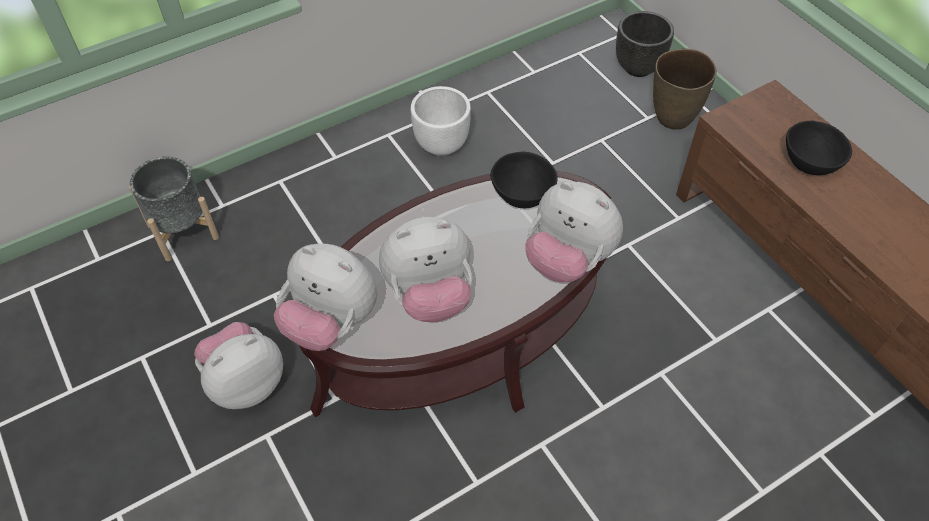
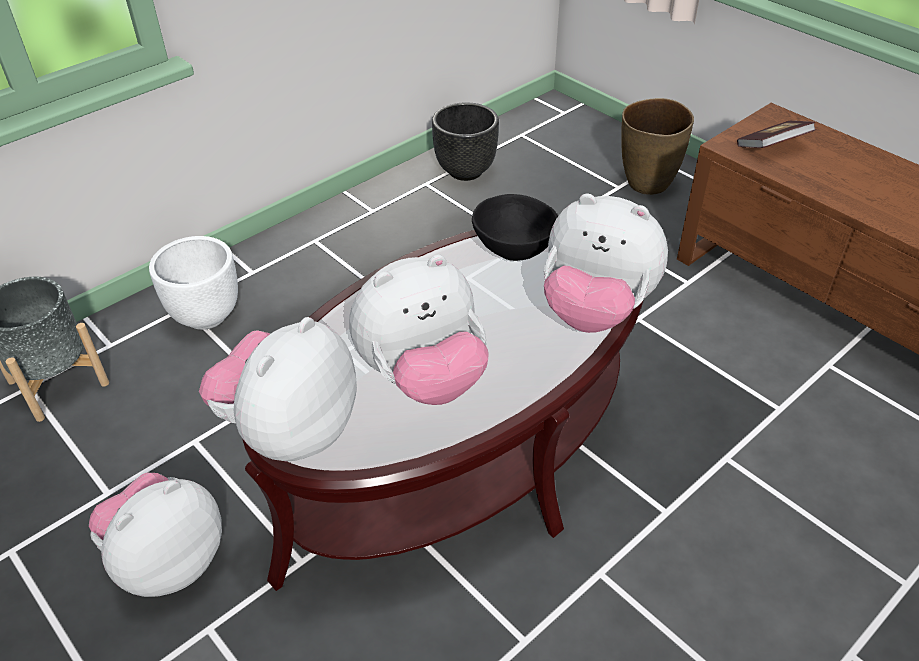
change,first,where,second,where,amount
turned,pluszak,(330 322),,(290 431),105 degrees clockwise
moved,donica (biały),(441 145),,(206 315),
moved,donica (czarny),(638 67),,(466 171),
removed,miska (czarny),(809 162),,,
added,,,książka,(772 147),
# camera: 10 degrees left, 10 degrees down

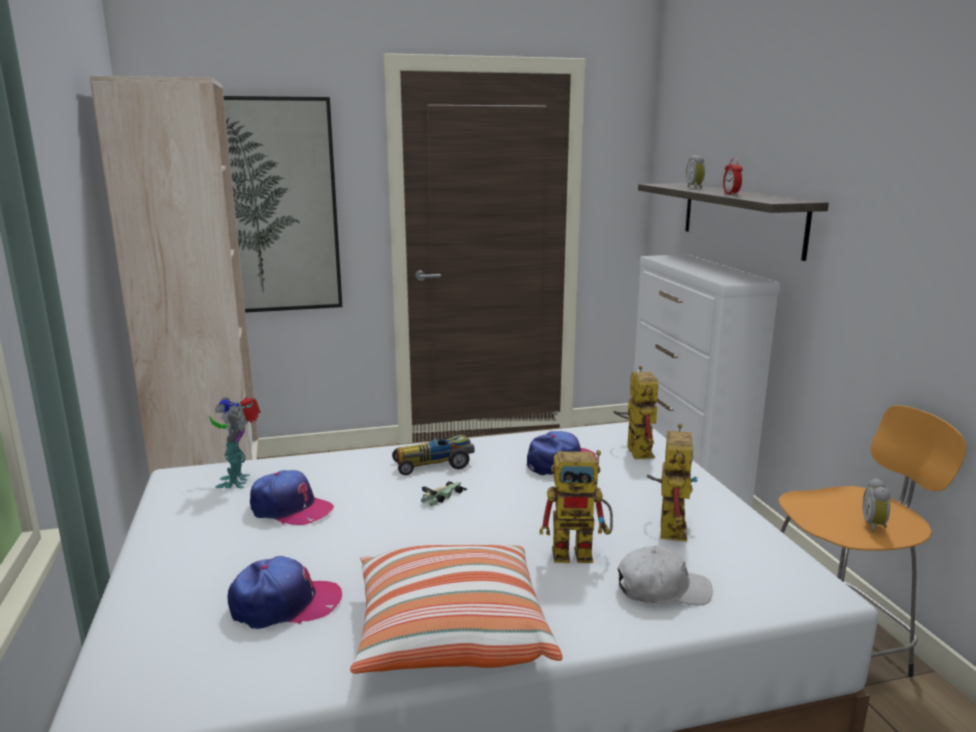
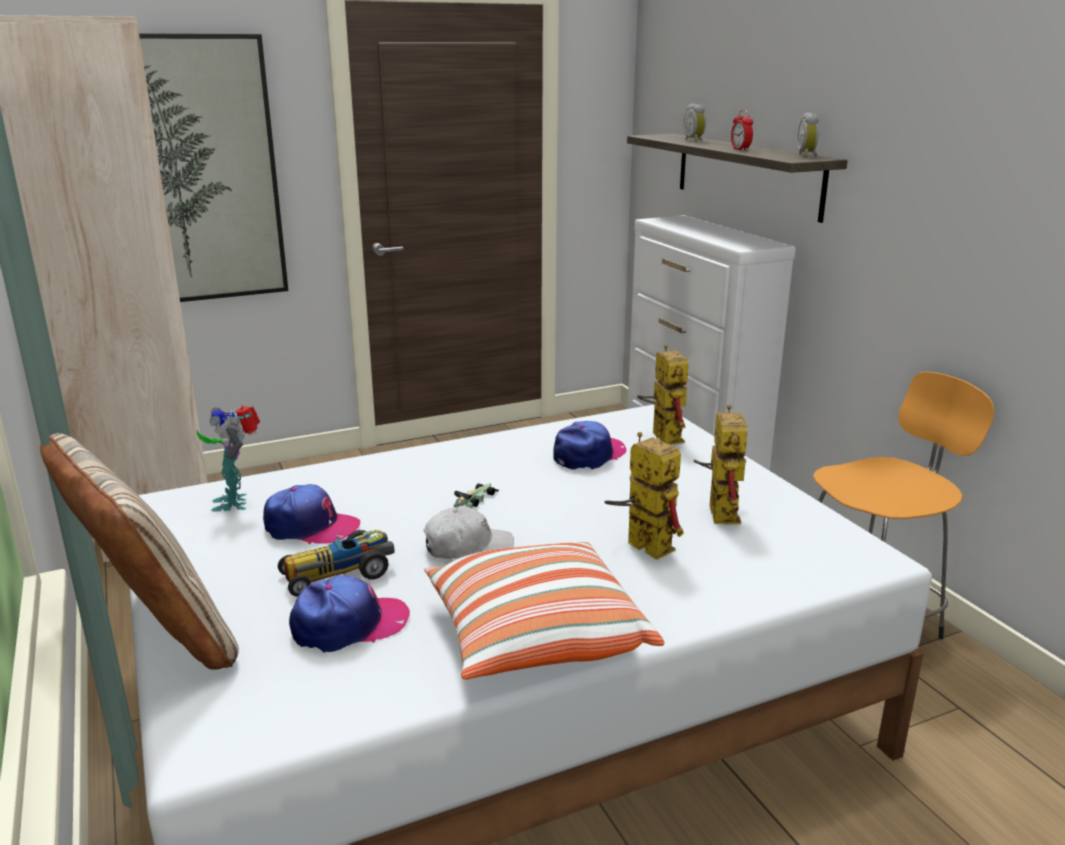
change,first,where,second,where,amount
moved,samochodzik,(435 464),,(340 573),
turned,robot zabawkowy,(581 552),,(640 544),120 degrees counterclockwise
moved,czapka z daszkiem (biały),(662 590),,(468 547),
moved,budzik,(875 526),,(807 155),
added,,,poduszka (beżowy),(156 637),
# camera: 10 degrees left, 5 degrees up

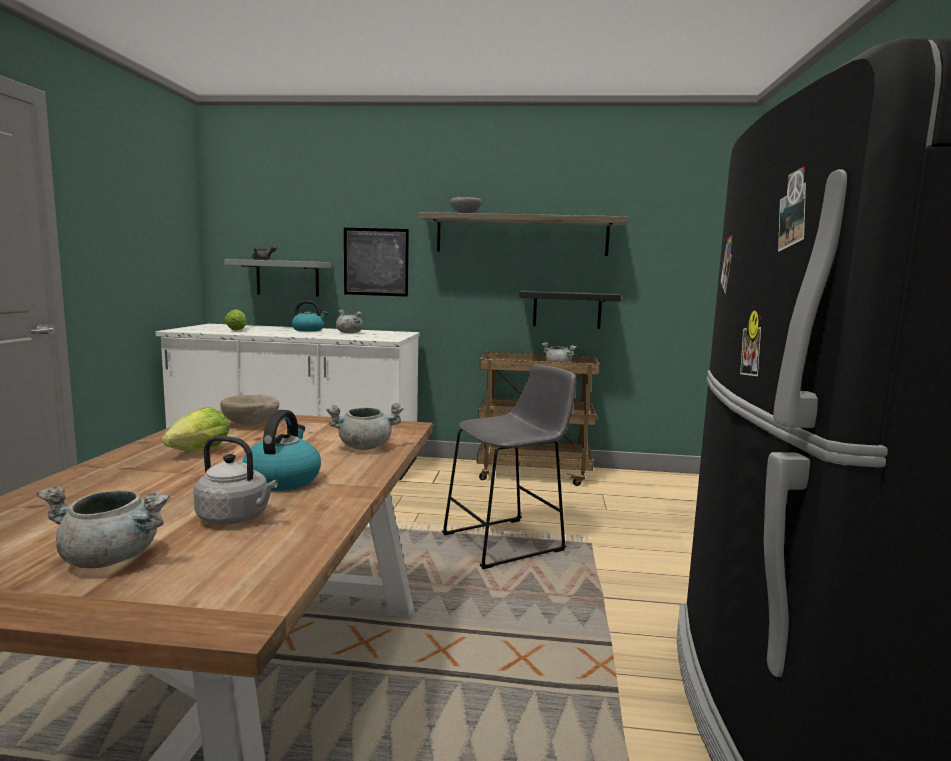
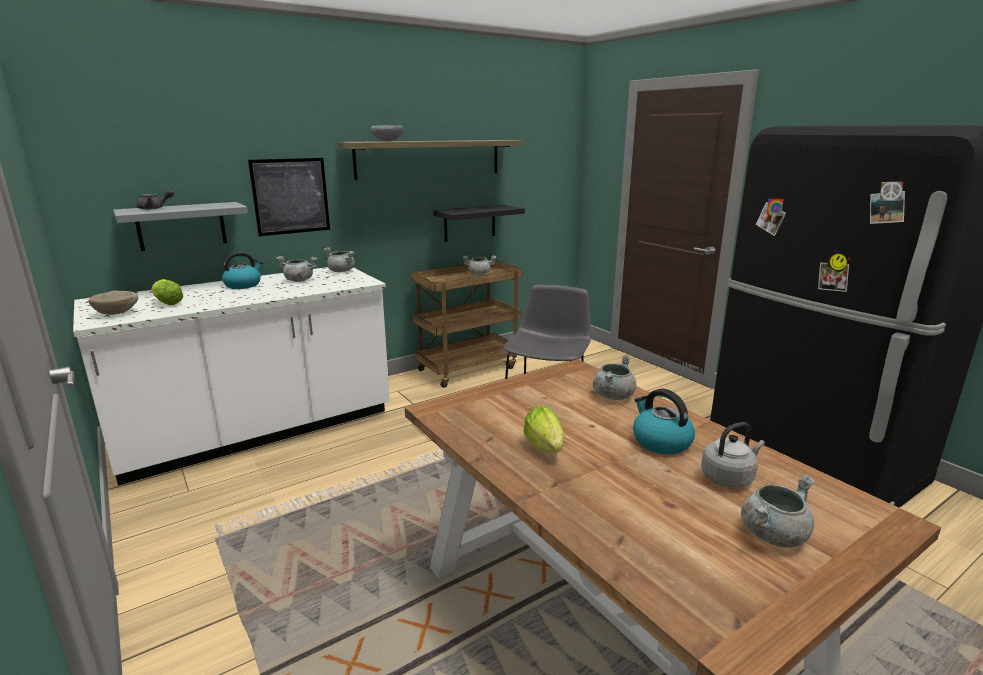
change,first,where,second,where,amount
moved,miska (beżowy),(252 424),,(118 313),
added,,,garnek (szary),(342 271),
# camera: 40 degrees left, 10 degrees up

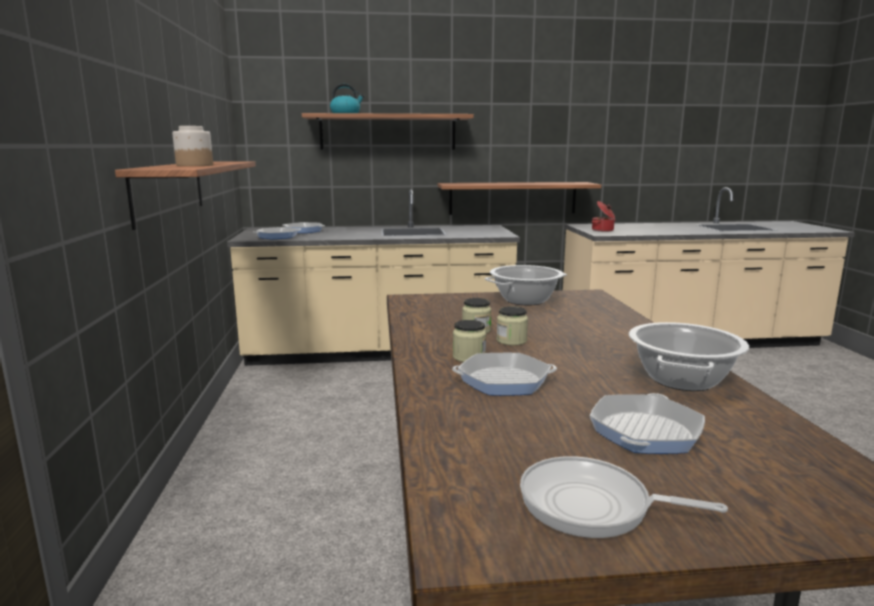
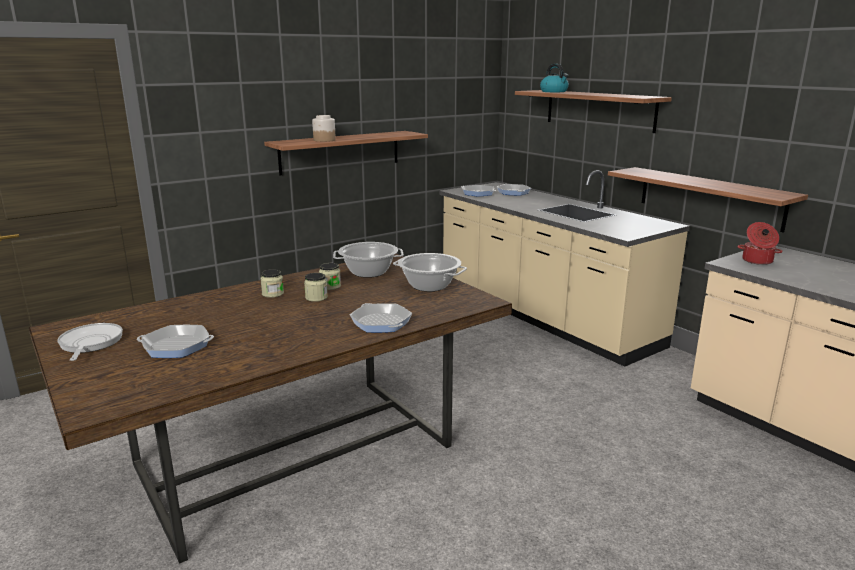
change,first,where,second,where,amount
moved,patelnia,(504 381),,(381 323),
moved,garnek,(681 379),,(369 272),
# camera: 60 degrees right, 5 degrees up

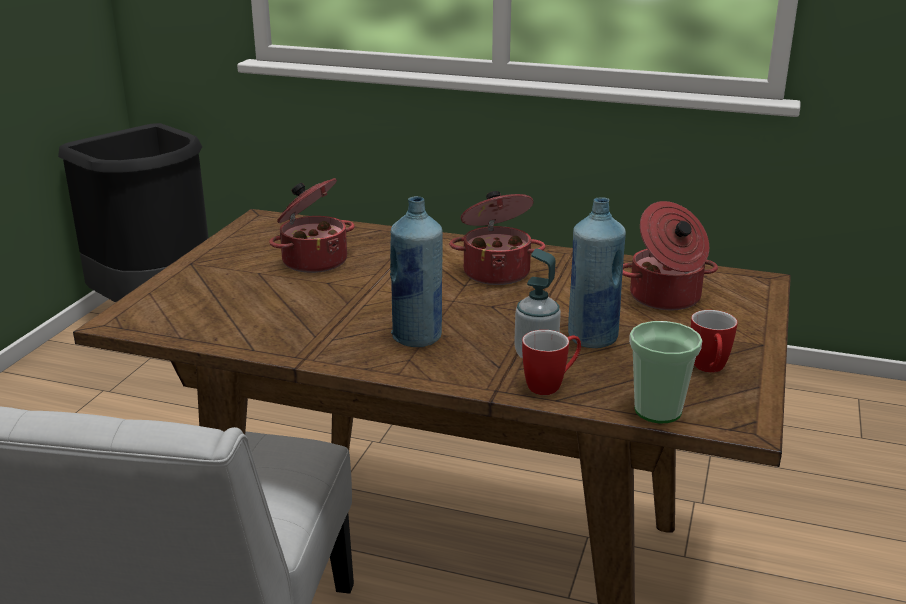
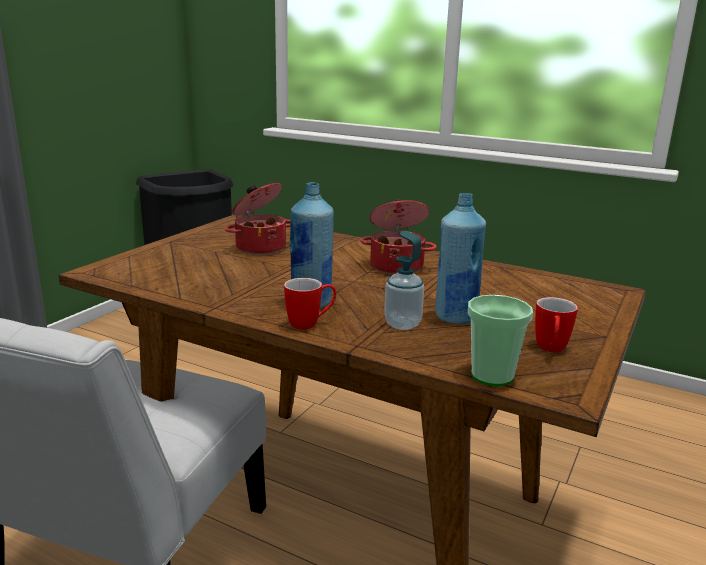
change,first,where,second,where,amount
moved,kubek,(551 385),,(310 324),
removed,garnek,(665 298),,,
# camera: 10 degrees right, 5 degrees down

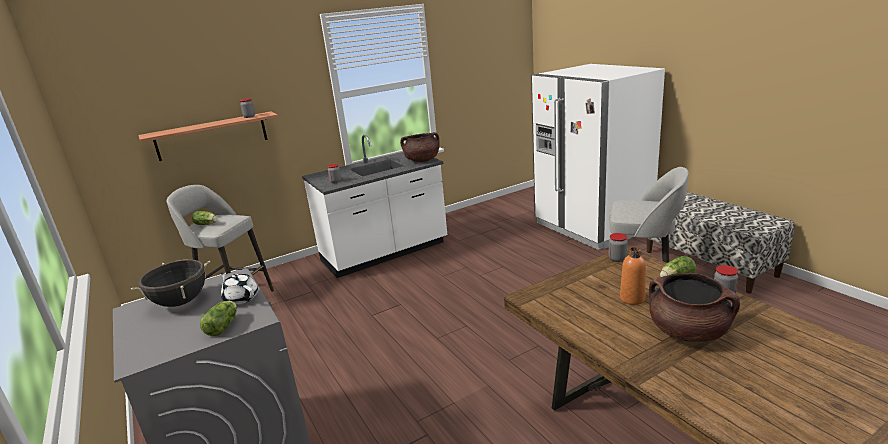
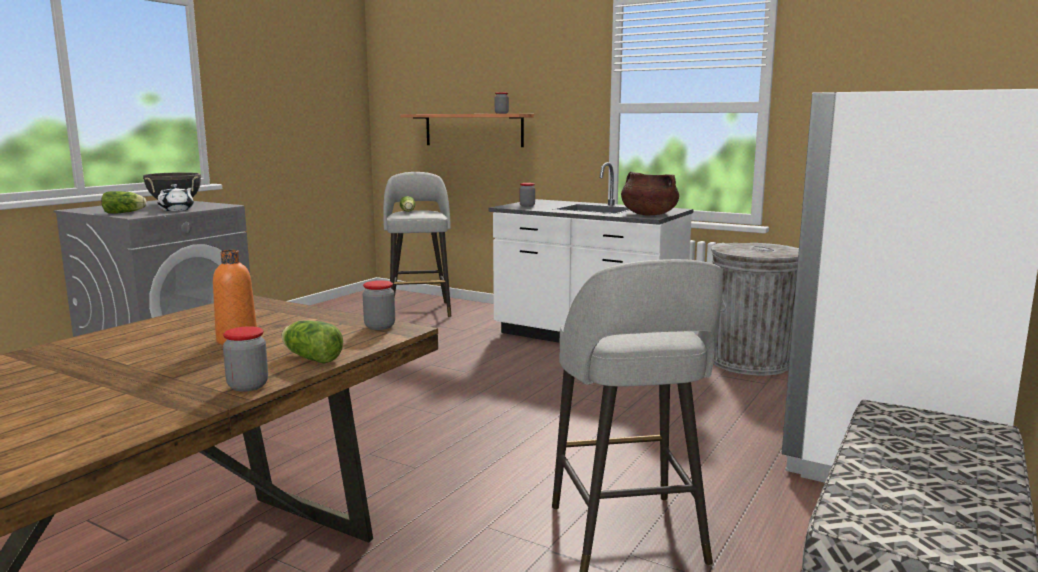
change,first,where,second,where,amount
removed,garnek (brązowy),(688 332),,,
added,,,kosz na śmieci (szary),(750 363),
# camera: 60 degrees right, 10 degrees down

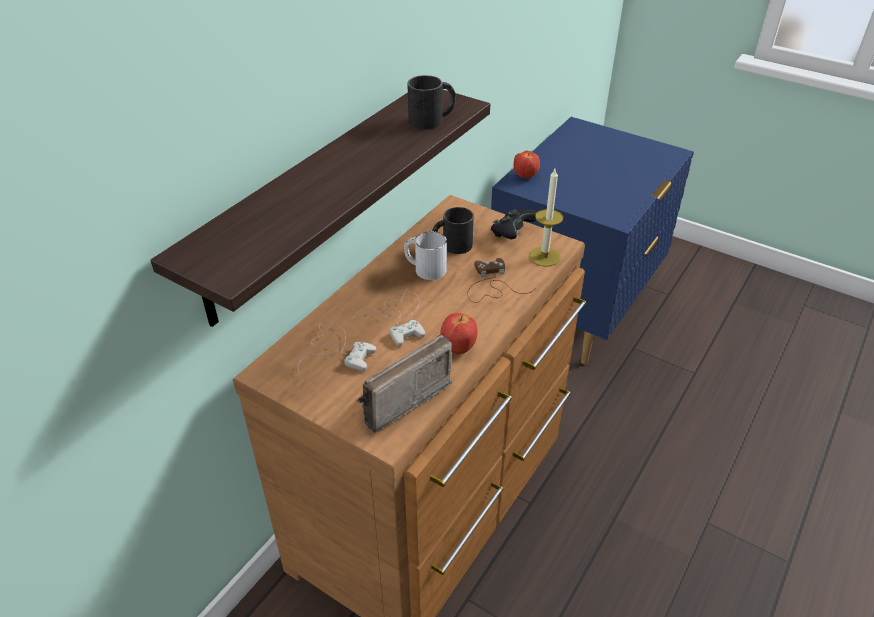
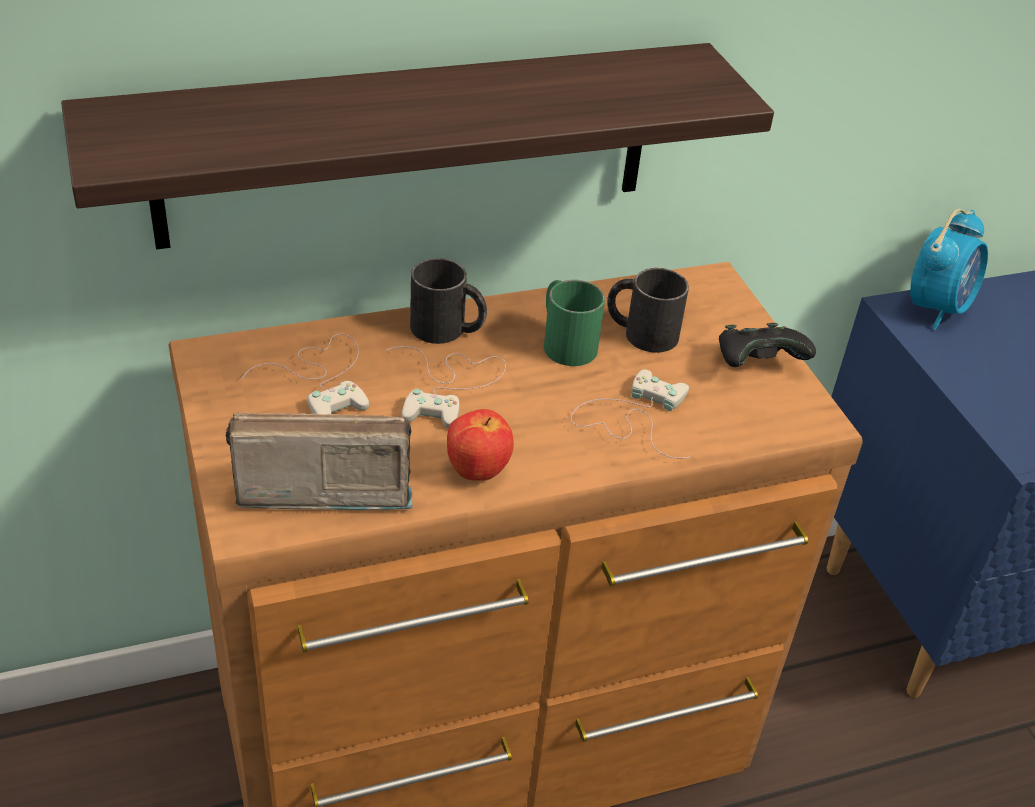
change,first,where,second,where,amount
recoloured,kubek (biały),(424 268),kubek (zielony),(564 341),
moved,kubek (czarny),(432 120),,(448 329),
recoloured,pad do gier (brązowy),(491 285),pad do gier (biały),(632 416),
replaced,jabłko,(525 176),budzik,(937 308),
removed,świeca,(544 256),,,
# camera: 35 degrees right, 0 degrees up

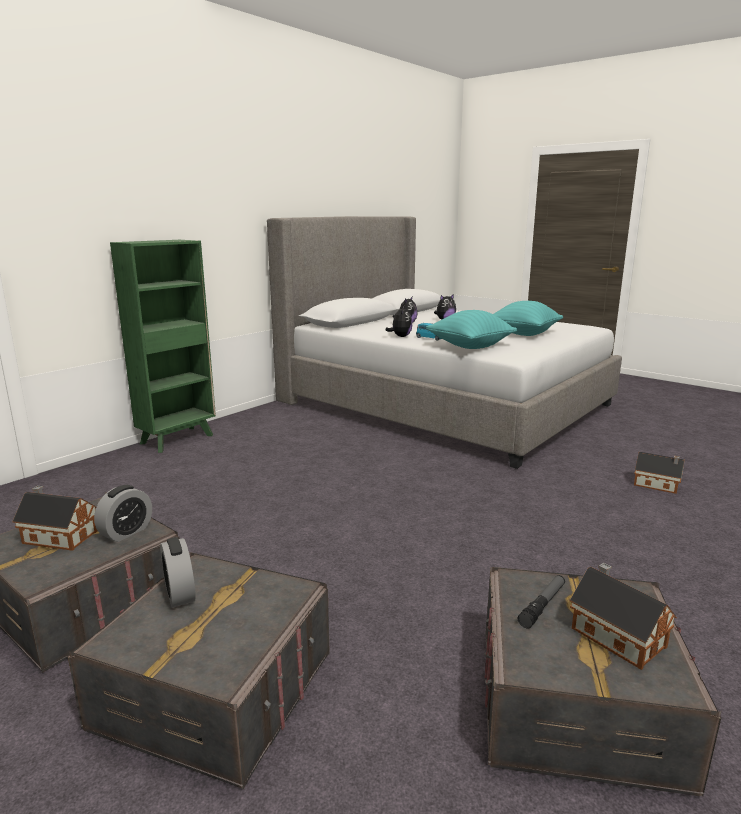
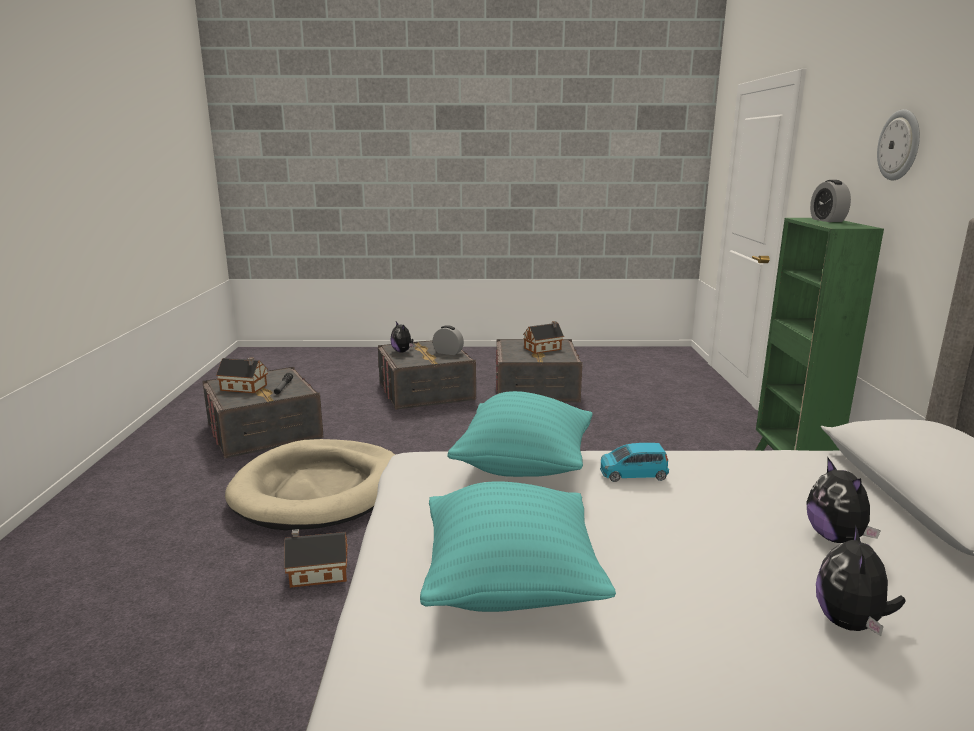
change,first,where,second,where,amount
moved,budzik,(126 532),,(827 220),
moved,pluszak,(400 336),,(402 351),
moved,domek,(658 485),,(316 573),
added,,,legowisko (beżowy),(319 489),
added,,,zegar ścienny,(900 145),
# camera: 140 degrees right, 0 degrees up

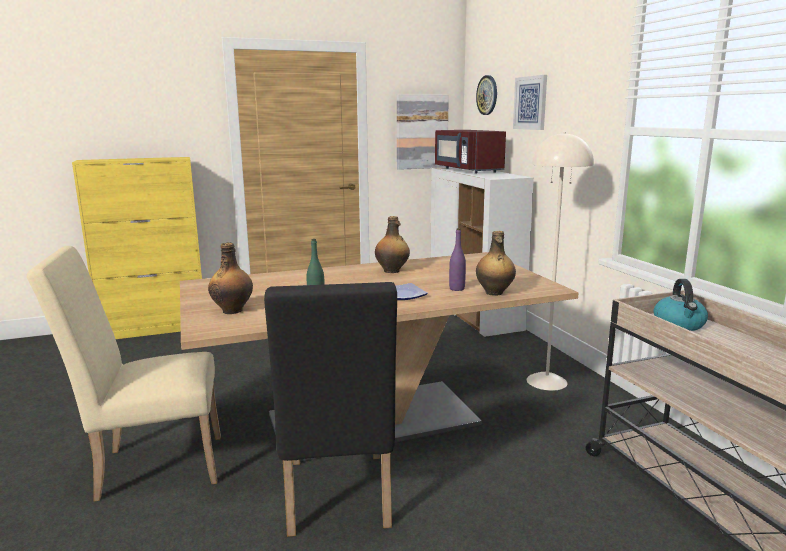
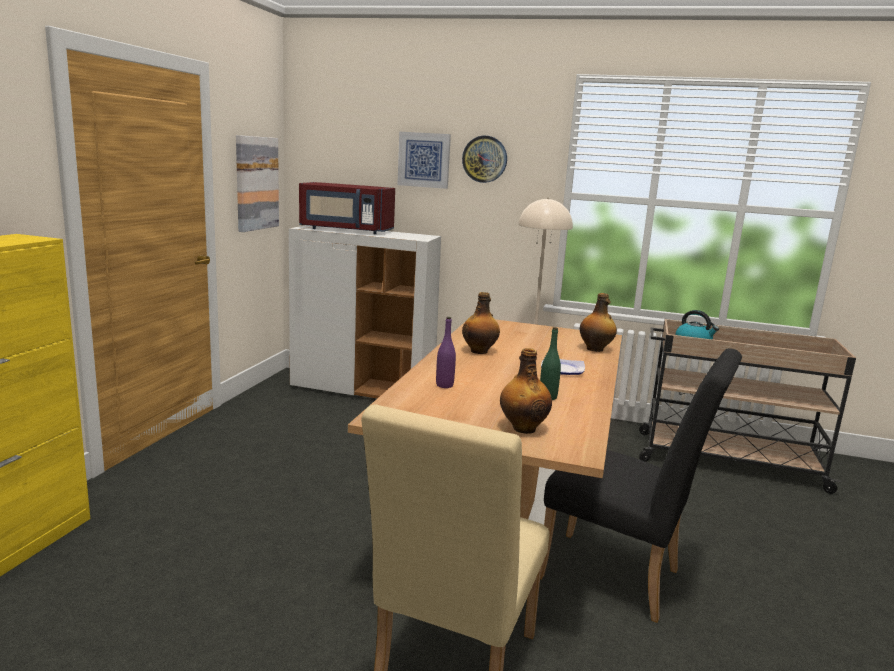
change,first,where,second,where,amount
moved,butelka (fioletowy),(457 289),,(444 385),
moved,zegar ścienny,(487 95),,(484 159),
# camera: 55 degrees left, 0 degrees up

